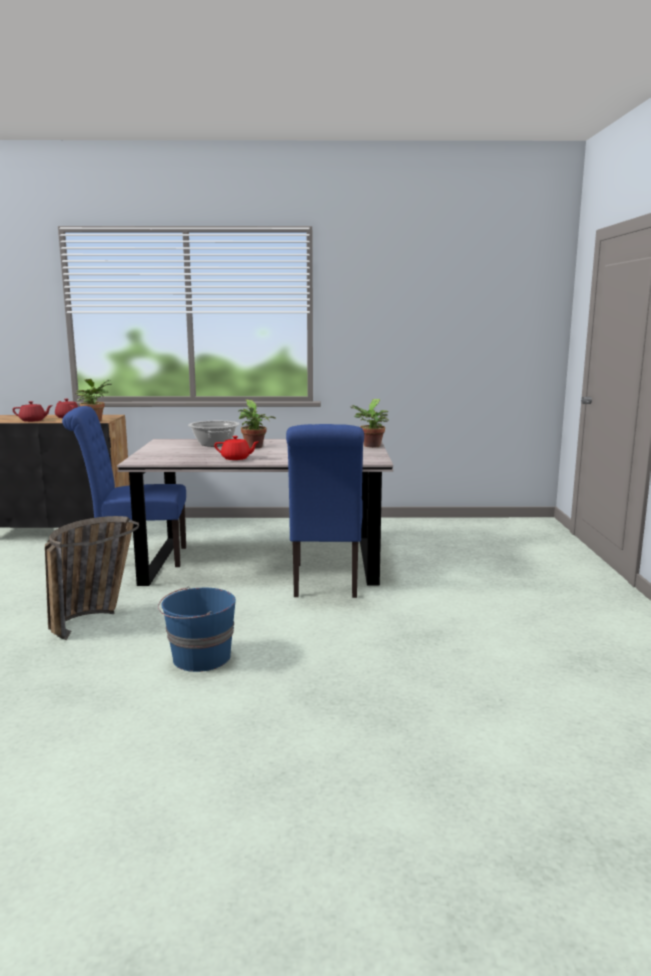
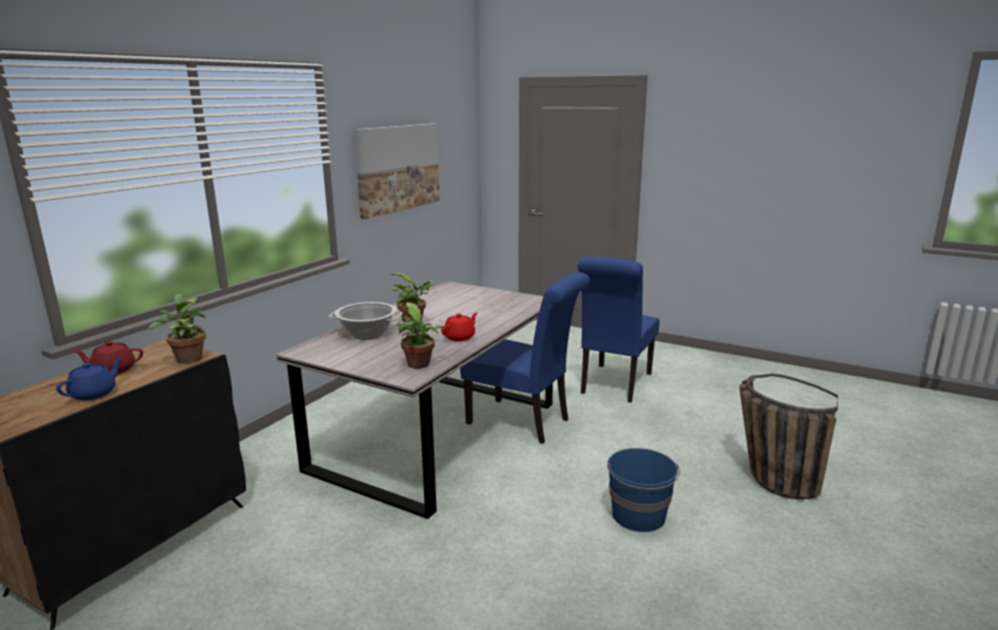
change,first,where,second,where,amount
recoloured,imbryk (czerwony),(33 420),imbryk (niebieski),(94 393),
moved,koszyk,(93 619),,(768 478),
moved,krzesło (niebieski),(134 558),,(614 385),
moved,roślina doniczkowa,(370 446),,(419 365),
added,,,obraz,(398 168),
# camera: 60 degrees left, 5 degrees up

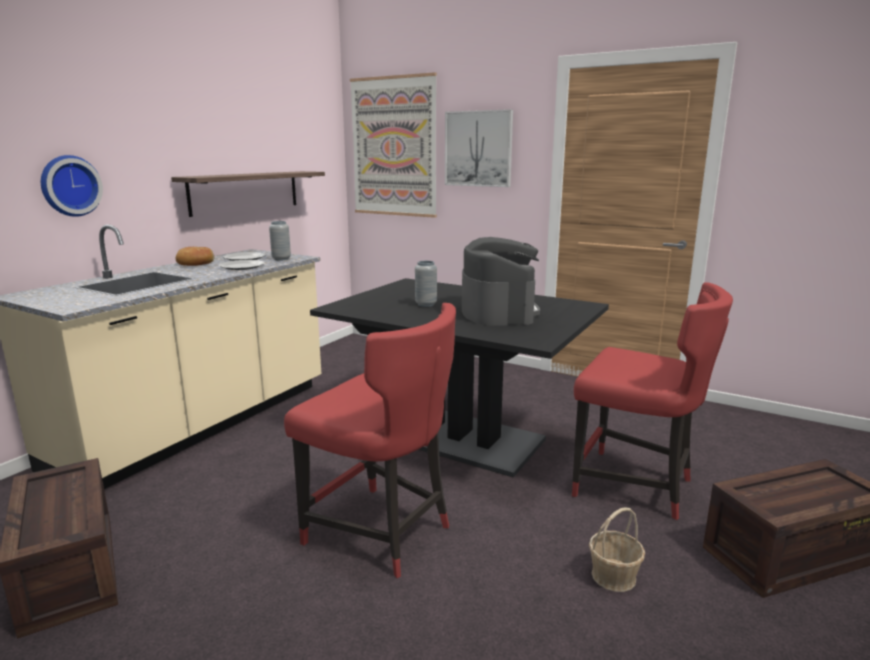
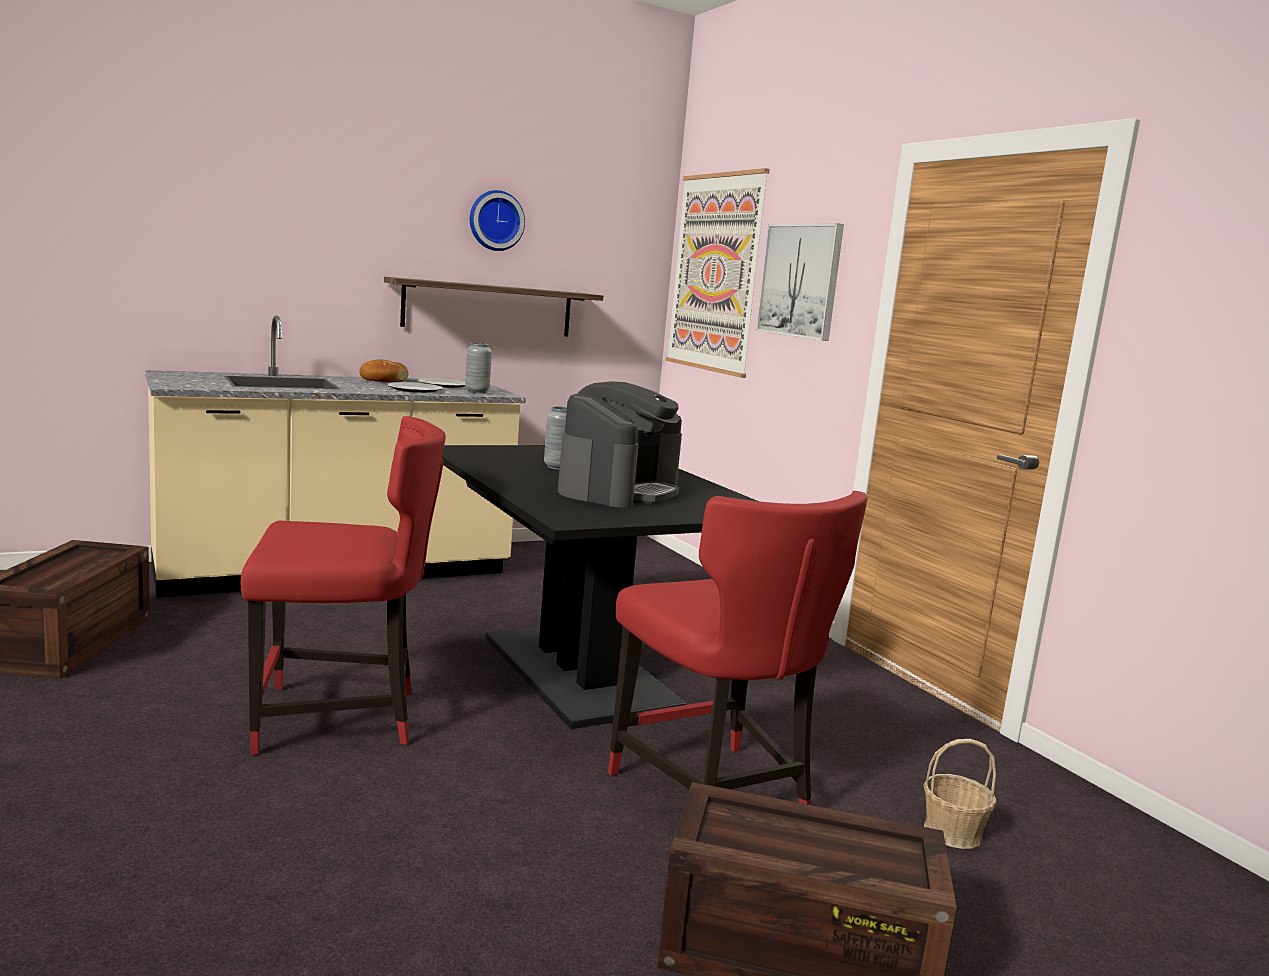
change,first,where,second,where,amount
moved,zegar ścienny,(69 186),,(495 220),
turned,krzesło (czerwony),(381 533),,(341 718),75 degrees counterclockwise
moved,koszyk,(614 576),,(953 832),
# camera: 30 degrees right, 5 degrees down

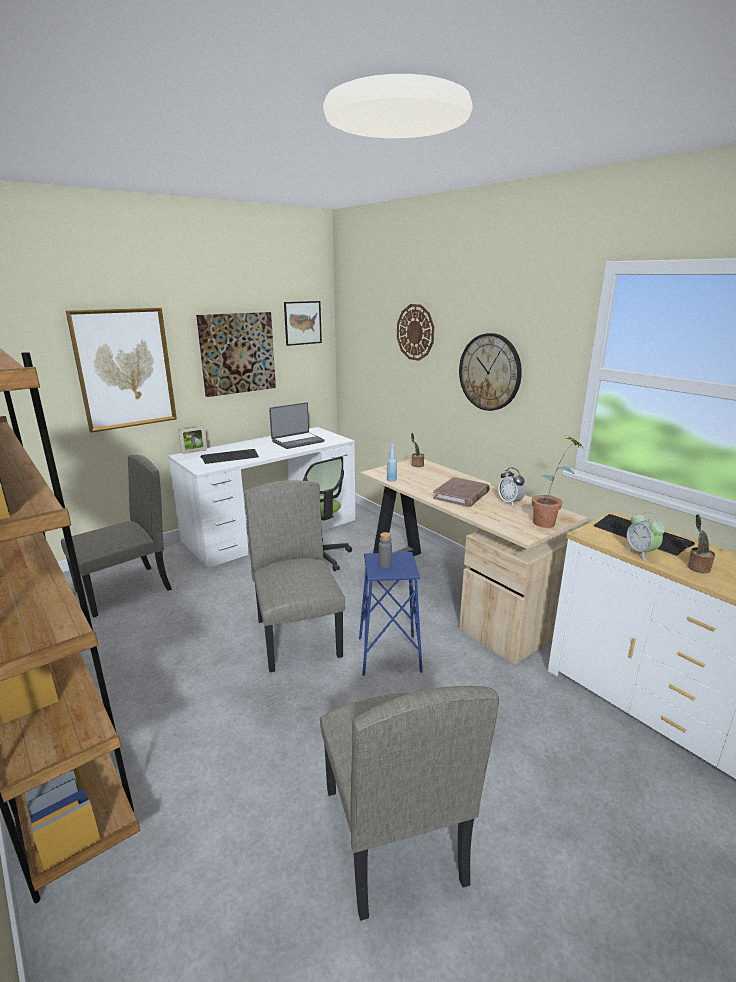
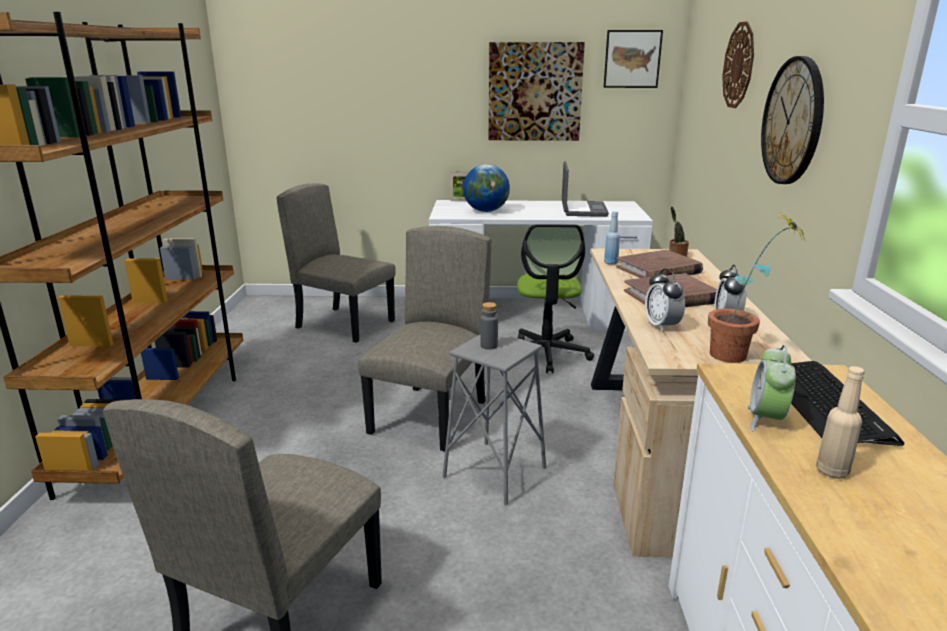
change,first,where,second,where,amount
turned,krzesło (beżowy),(124 591),,(345 324),150 degrees counterclockwise
removed,obraz,(124 369),,,
replaced,klawiatura,(230 457),globus,(486 211),
turned,laptop,(297 441),,(582 210),90 degrees counterclockwise
recoloured,stołek (niebieski),(389 654),stołek (szary),(495 472),
replaced,roślina doniczkowa,(697 567),butelka (beżowy),(832 471),
added,,,książka (brązowy),(658 270),
added,,,budzik,(662 326),
# camera: 40 degrees right, 0 degrees up

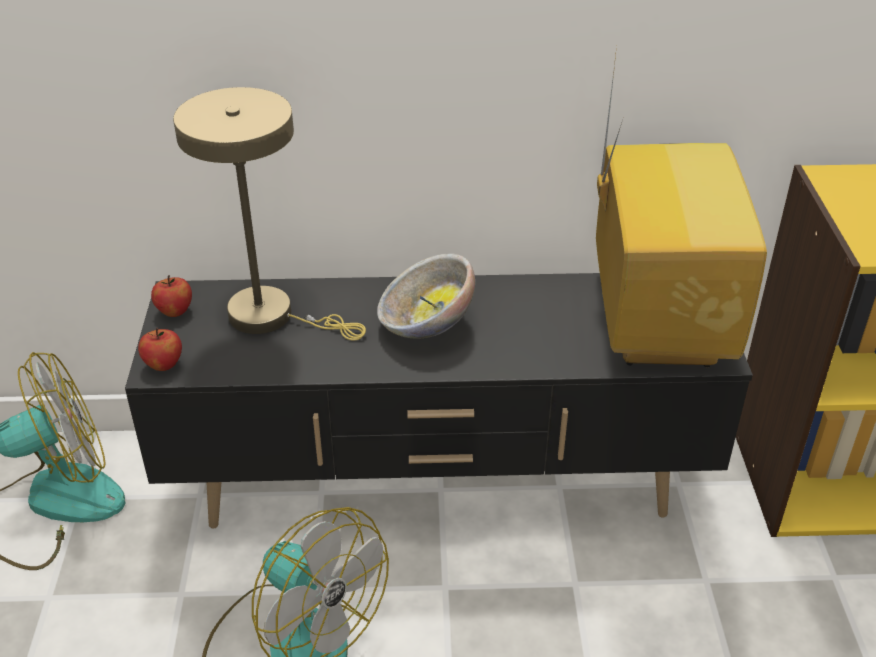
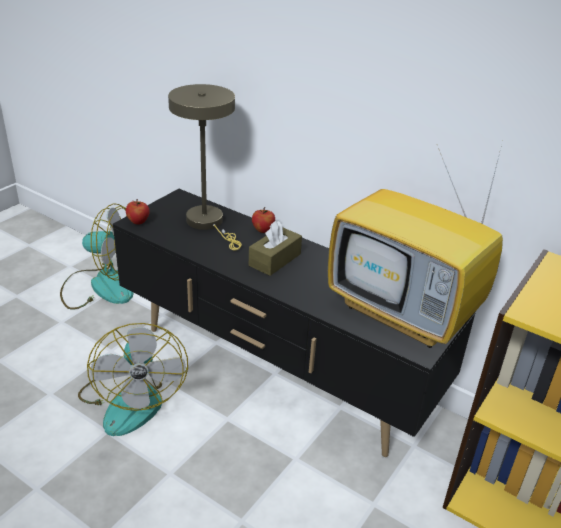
change,first,where,second,where,amount
moved,jabłko,(175 311),,(263 230),
replaced,miska,(426 326),pudełko chusteczek (brązowy),(275 260),
turned,telewizor,(654 319),,(406 314),90 degrees clockwise
# camera: 35 degrees right, 5 degrees down

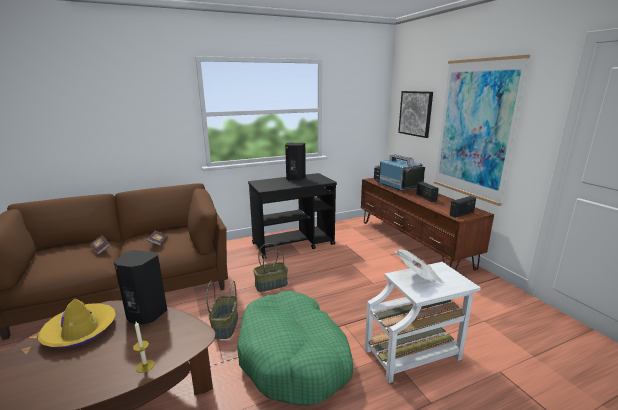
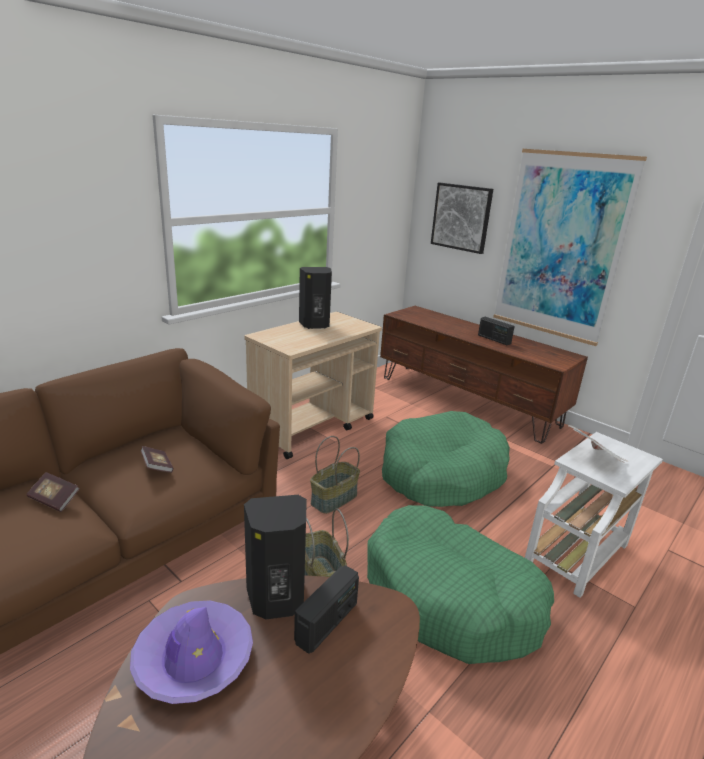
change,first,where,second,where,amount
recoloured,kapelusz (żółty),(80 331),kapelusz (fioletowy),(193 658),
removed,świeca,(145 366),,,
recoloured,wózek (czarny),(294 244),wózek (beżowy),(313 426),
removed,telewizor,(397 186),,,
moved,radio,(462 214),,(327 623),
added,,,legowisko (zielony),(441 473),
# camera: 25 degrees left, 5 degrees up

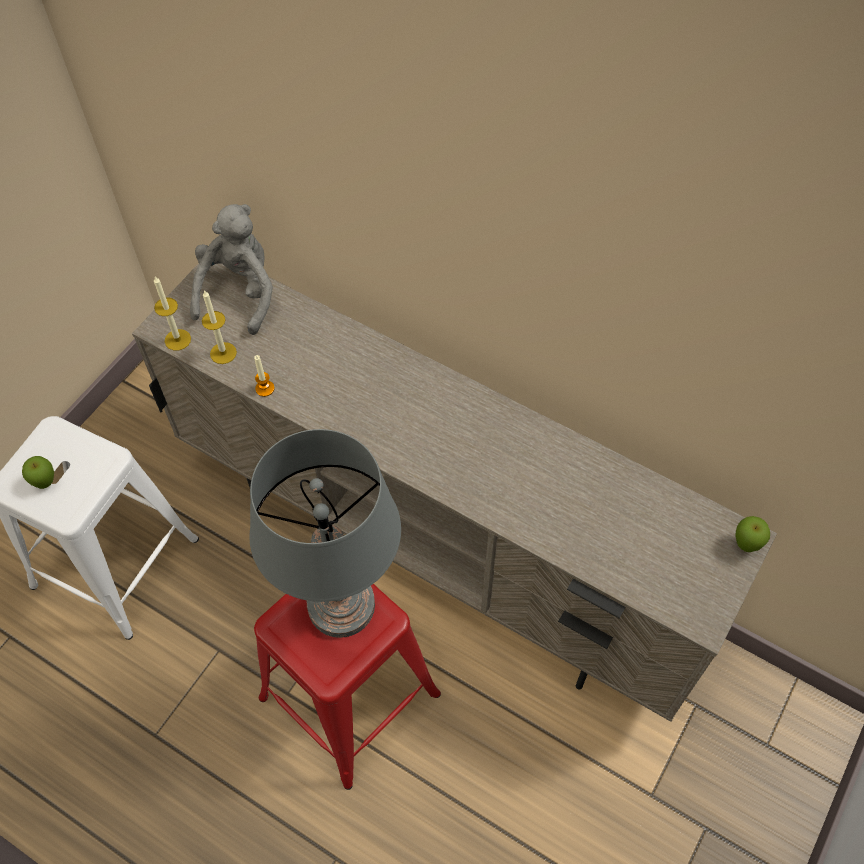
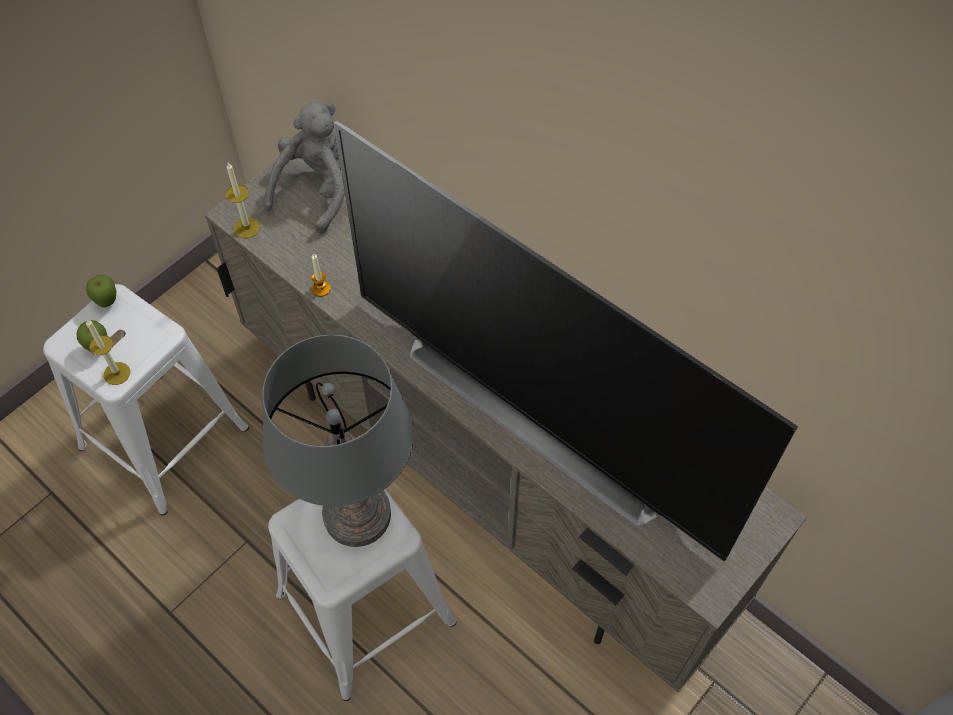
change,first,where,second,where,amount
moved,świeca,(223 353),,(117 373),
recoloured,stołek (czerwony),(349 695),stołek (biały),(365 608),
moved,jabłko,(745 545),,(108 303),
added,,,telewizor,(542 411),
# camera: 10 degrees right, 0 degrees up

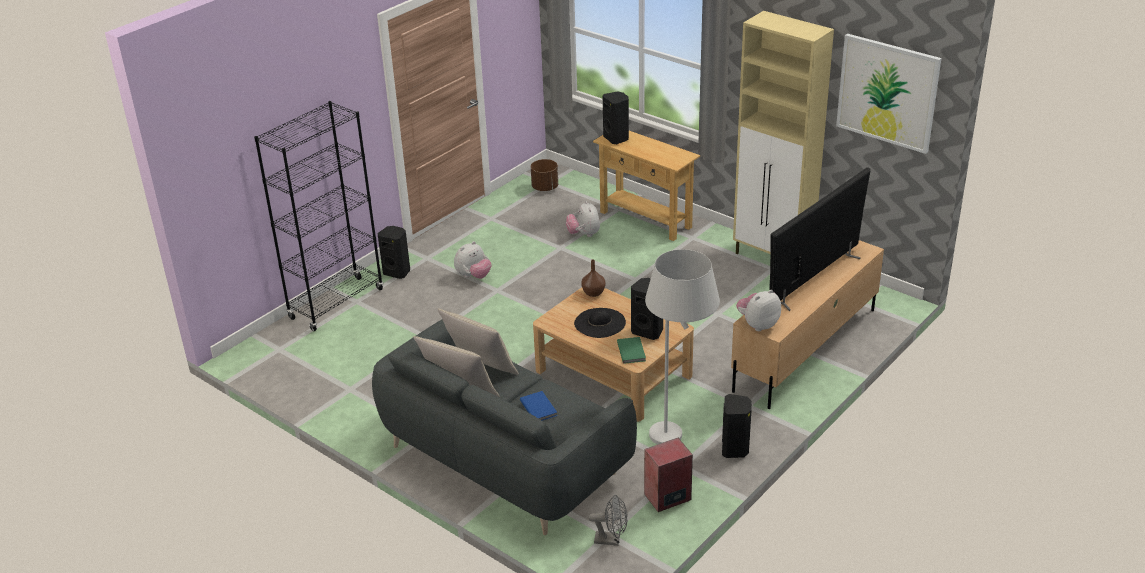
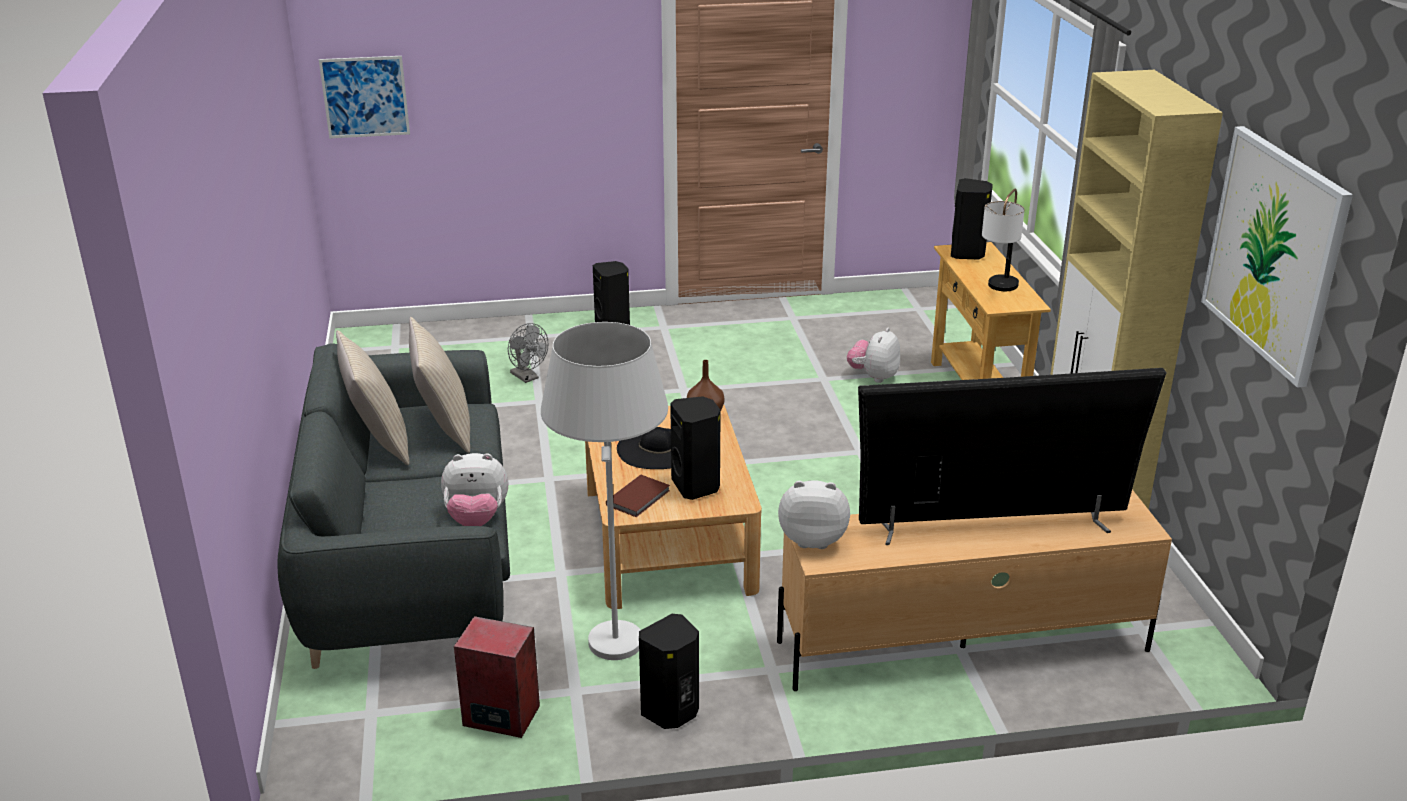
change,first,where,second,where,amount
removed,regał (czarny),(336 304),,,
moved,pluszak,(473 276),,(476 519),
removed,książka (niebieski),(539 407),,,
removed,donica (brązowy),(545 188),,,
moved,wentylator (szary),(611 540),,(527 377),
recoloured,książka (zielony),(632 351),książka (brązowy),(639 498),
added,,,obraz,(365 97),
added,,,lampa stołowa,(998 290),
# camera: 40 degrees right, 5 degrees down

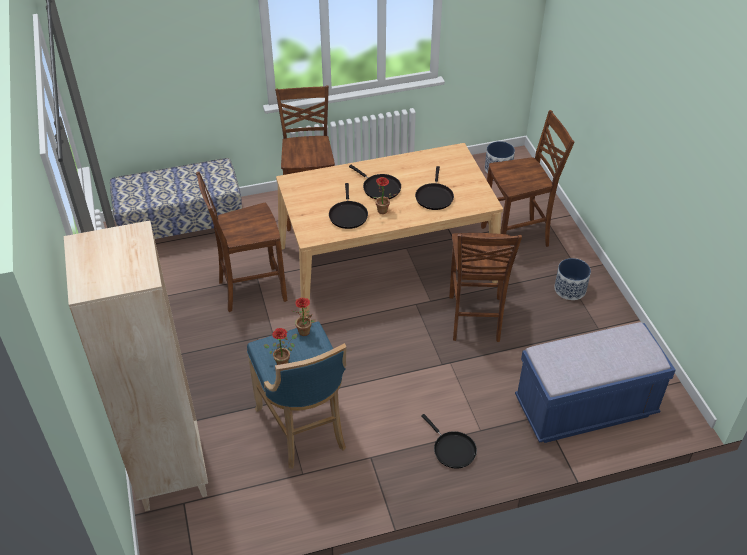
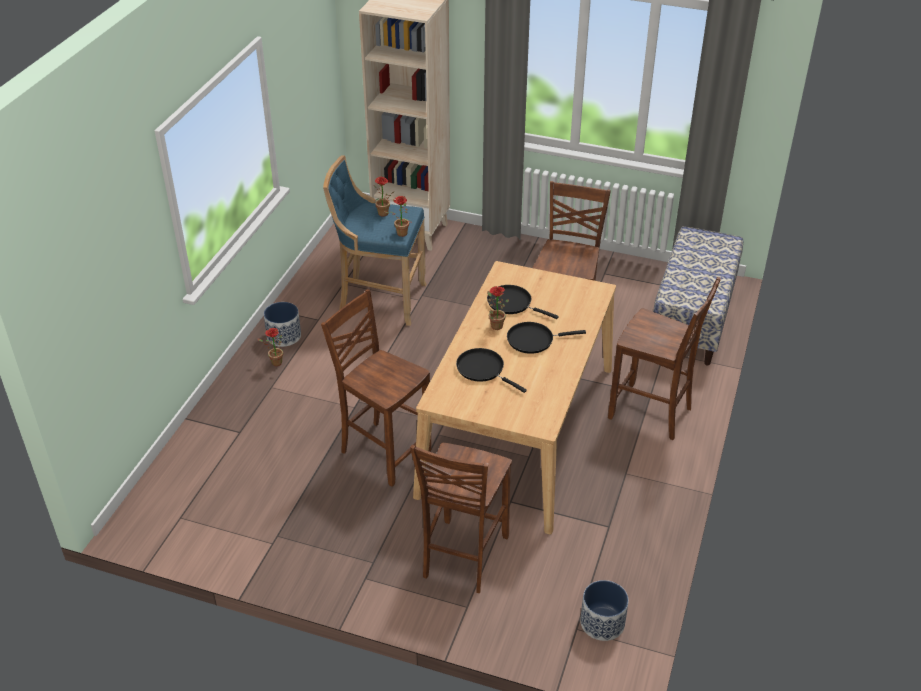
change,first,where,second,where,amount
replaced,patelnia (czarny),(452 449),roślina doniczkowa,(274 363),
removed,ławka (niebieski),(585 408),,,
moved,donica,(570 289),,(284 336),
# camera: 125 degrees right, 5 degrees down

